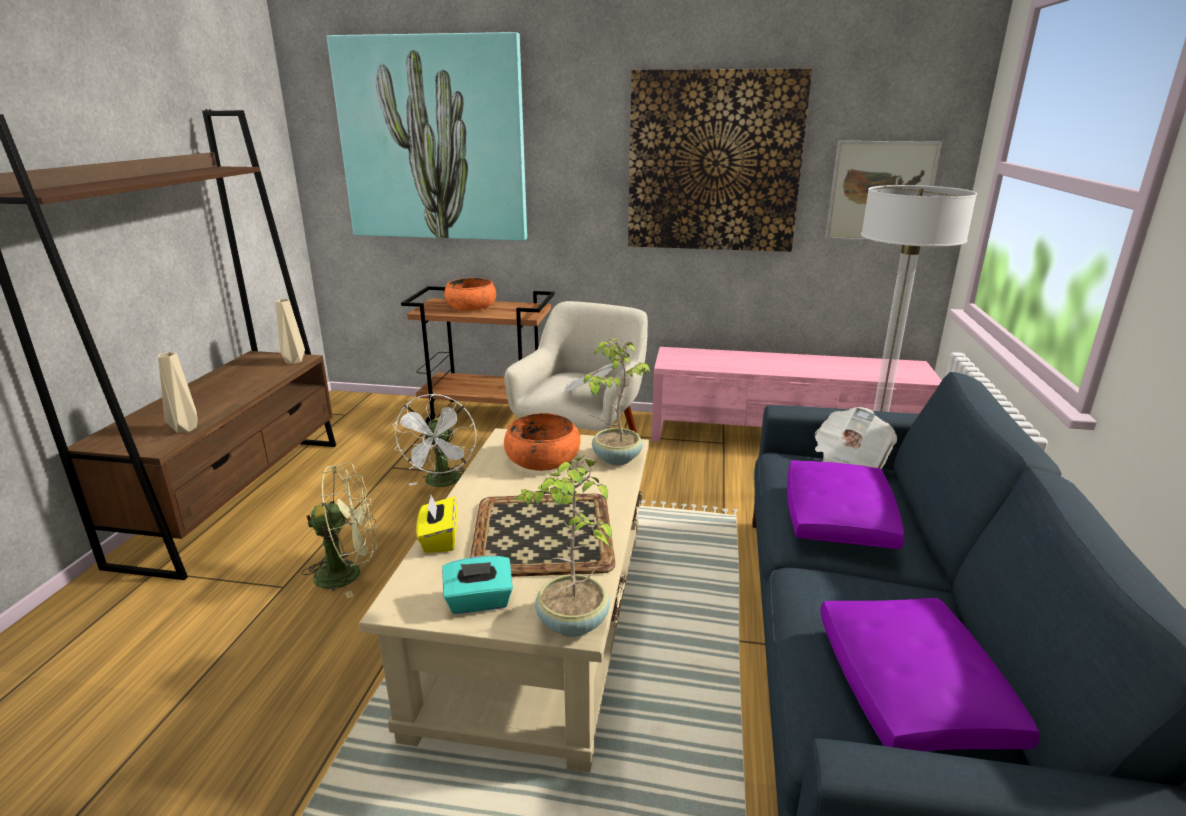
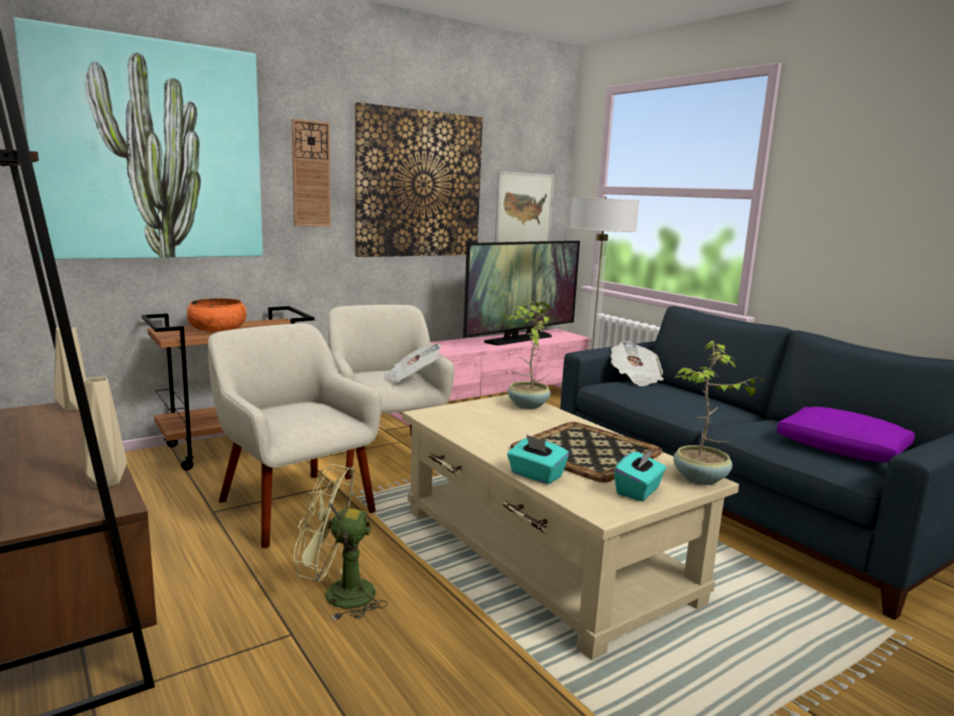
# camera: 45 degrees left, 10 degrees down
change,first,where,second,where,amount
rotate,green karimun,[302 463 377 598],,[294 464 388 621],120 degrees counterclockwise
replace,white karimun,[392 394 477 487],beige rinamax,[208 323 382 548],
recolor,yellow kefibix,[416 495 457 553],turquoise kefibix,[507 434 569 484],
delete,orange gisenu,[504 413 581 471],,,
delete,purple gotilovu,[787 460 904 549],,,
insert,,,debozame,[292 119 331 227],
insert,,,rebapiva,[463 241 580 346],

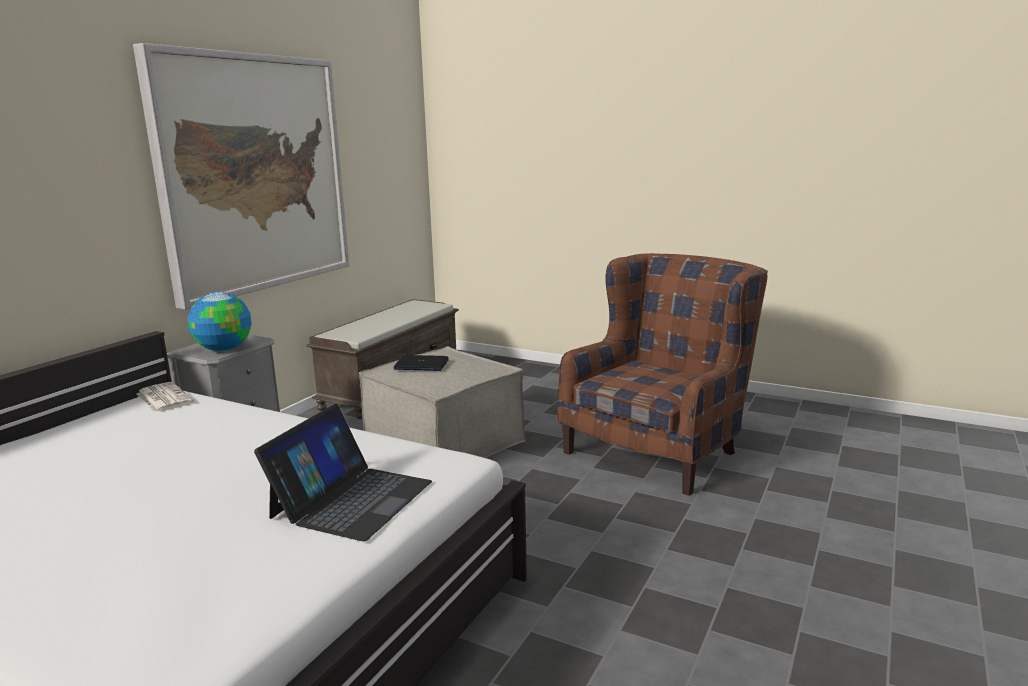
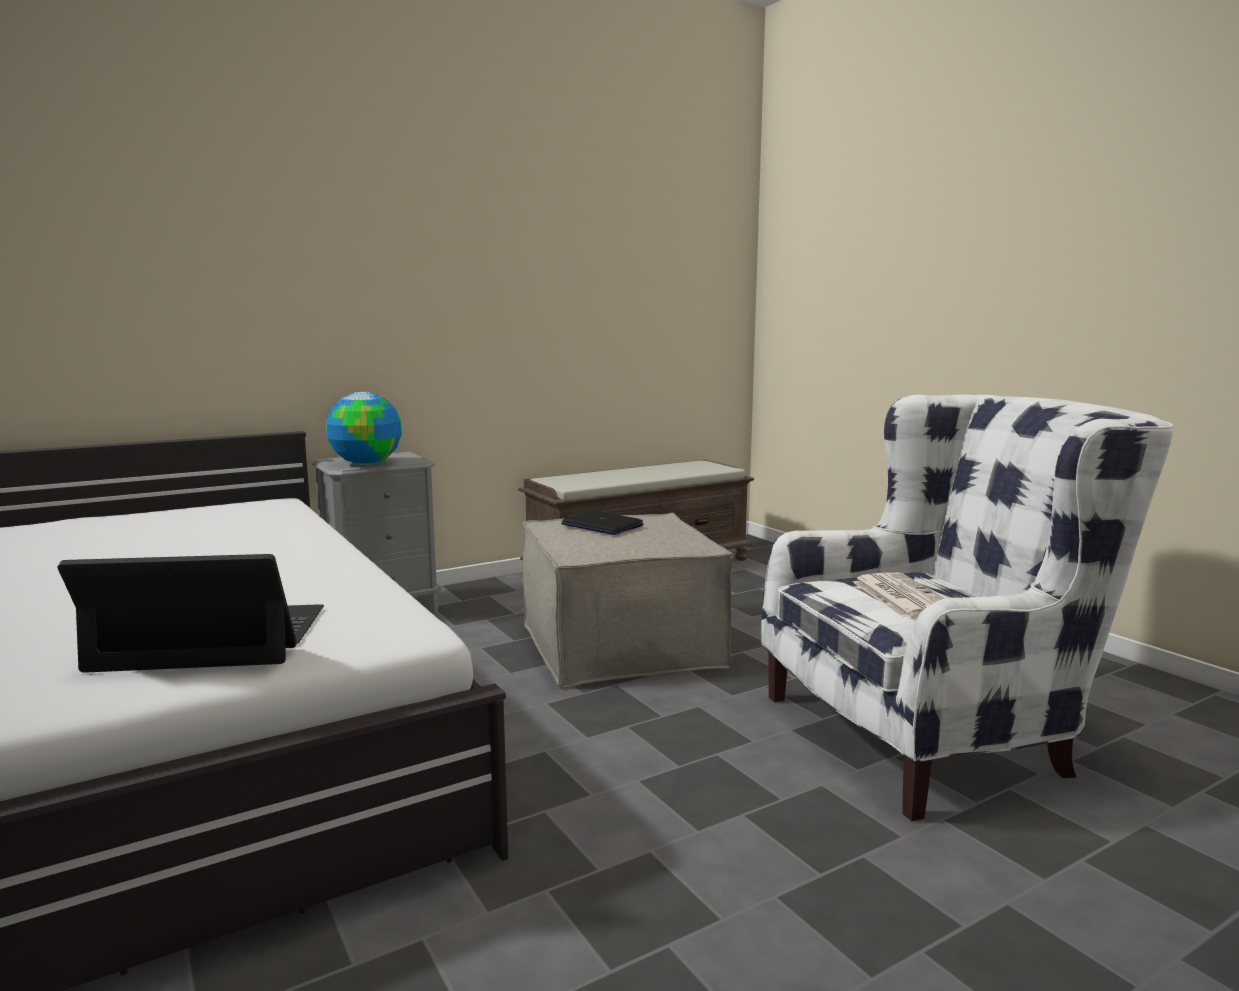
# camera: 30 degrees right, 5 degrees down
change,first,where,second,where,amount
delete,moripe,[133 43 350 310],,,
move,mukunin,[137 382 194 413],,[853 573 945 617],
rotate,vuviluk,[254 404 432 541],,[57 554 324 673],150 degrees counterclockwise
recolor,brown rinamax,[558 253 768 496],white rinamax,[761 395 1174 821],

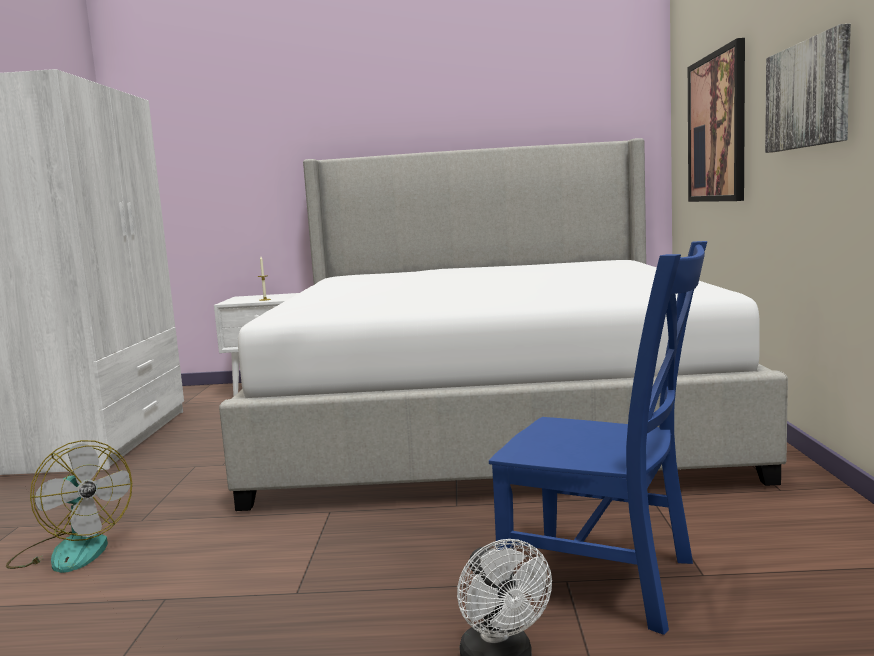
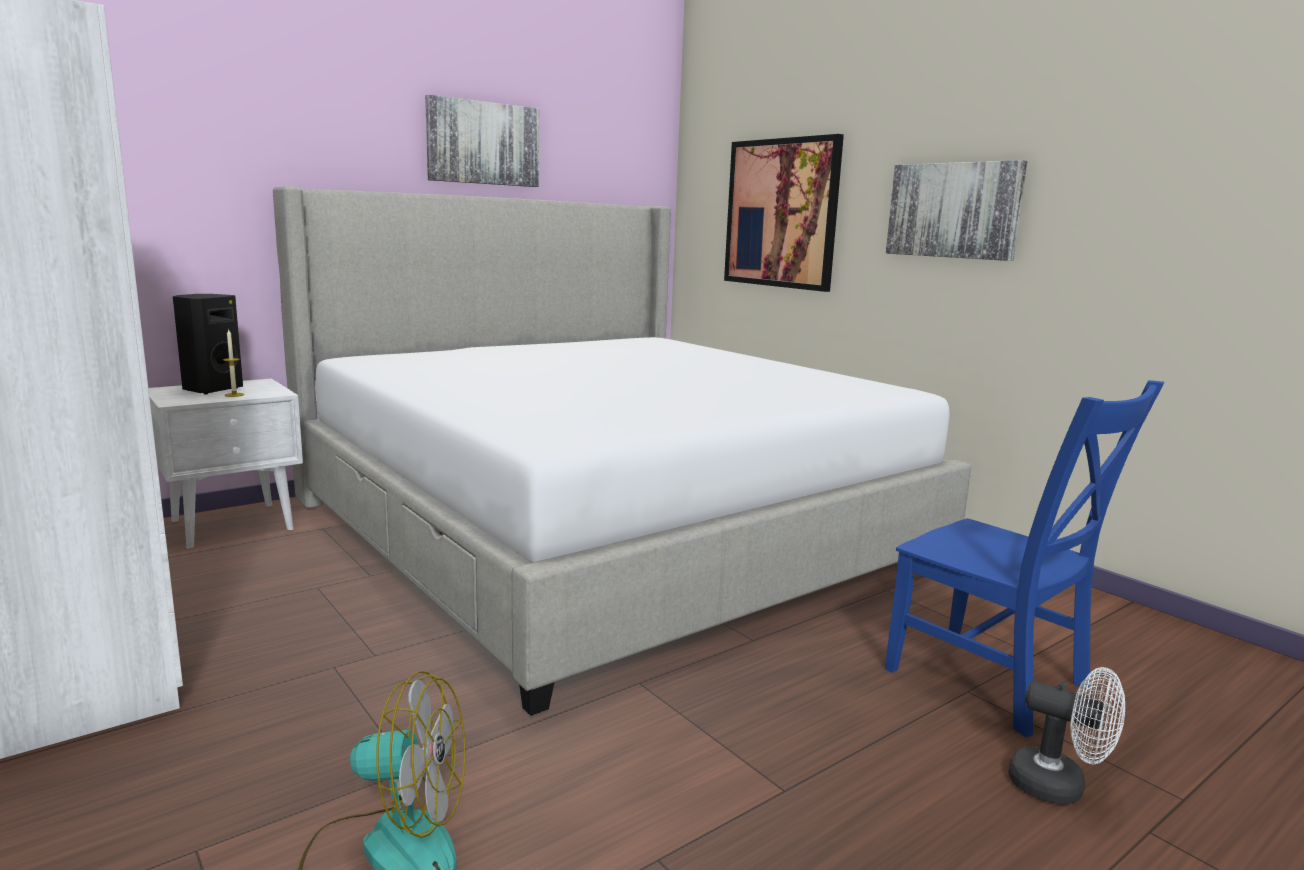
# camera: 40 degrees left, 5 degrees up
change,first,where,second,where,amount
rotate,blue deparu,[489 241 707 635],,[885 380 1165 737],60 degrees clockwise
insert,,,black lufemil,[173 294 243 394],
insert,,,moripe,[425 95 539 187],

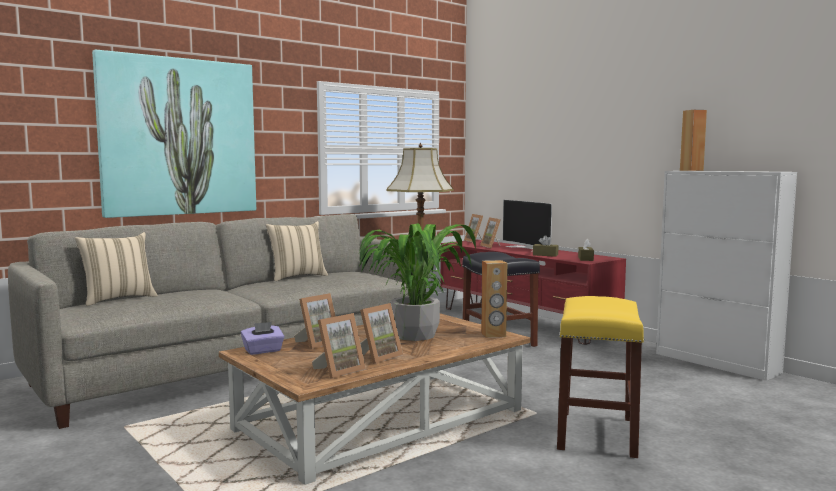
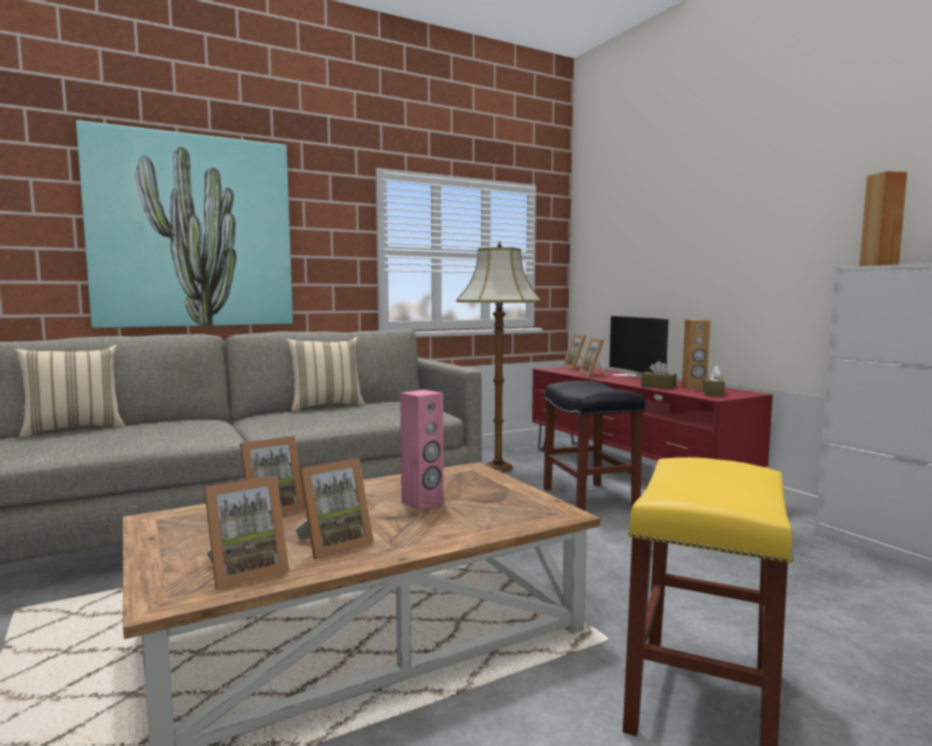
# camera: 10 degrees right, 0 degrees up
change,first,where,second,where,amount
delete,purple kefibix,[241 322 285 355],,,
replace,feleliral,[359 223 476 341],pink lufemil,[400 390 444 510],
move,brown lufemil,[481 260 507 338],,[682 320 711 390],

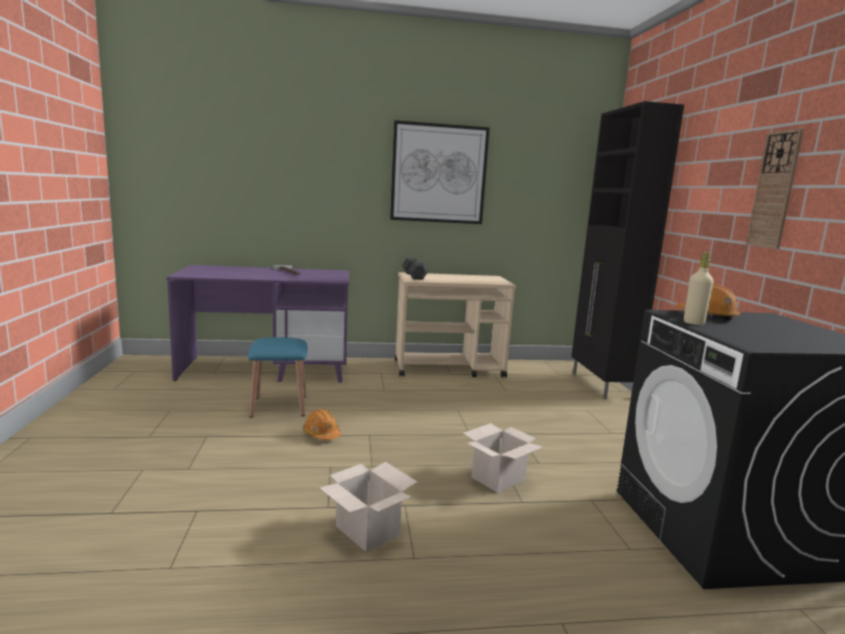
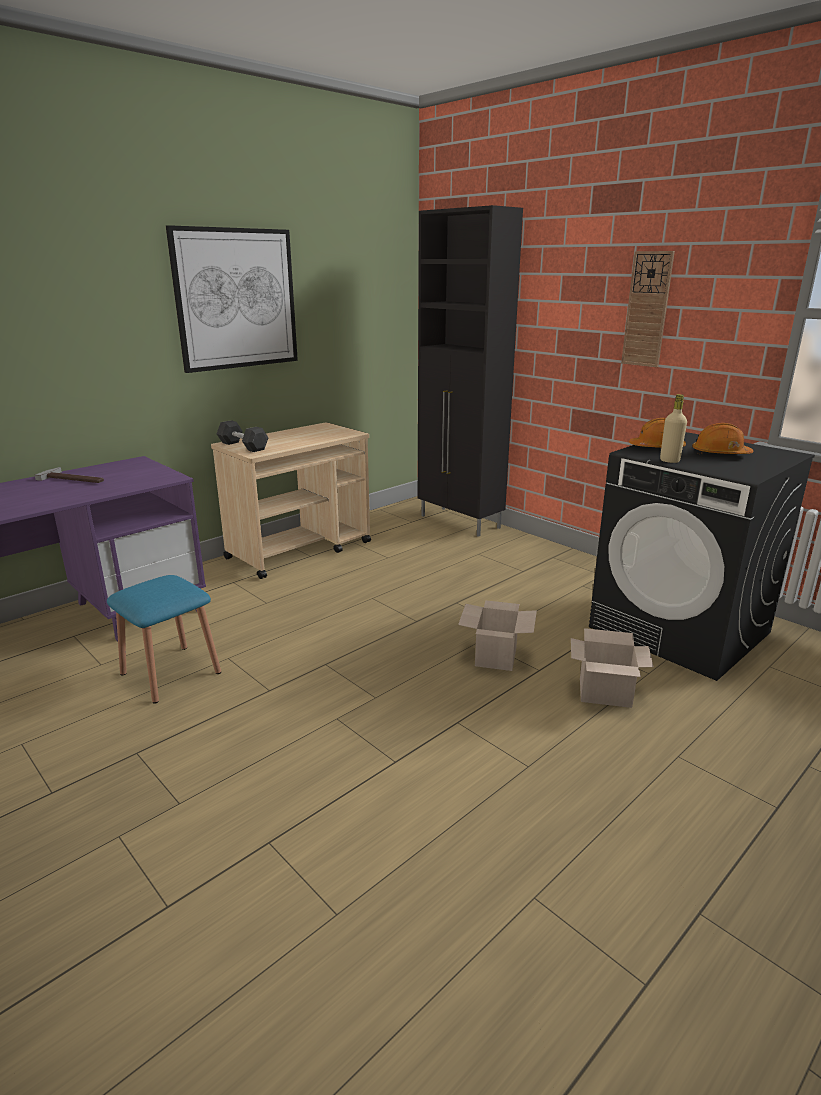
# camera: 35 degrees left, 10 degrees up
change,first,where,second,where,amount
move,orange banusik,[303 409 341 440],,[692 423 753 454],
move,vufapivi,[320 462 417 552],,[571 628 654 708],

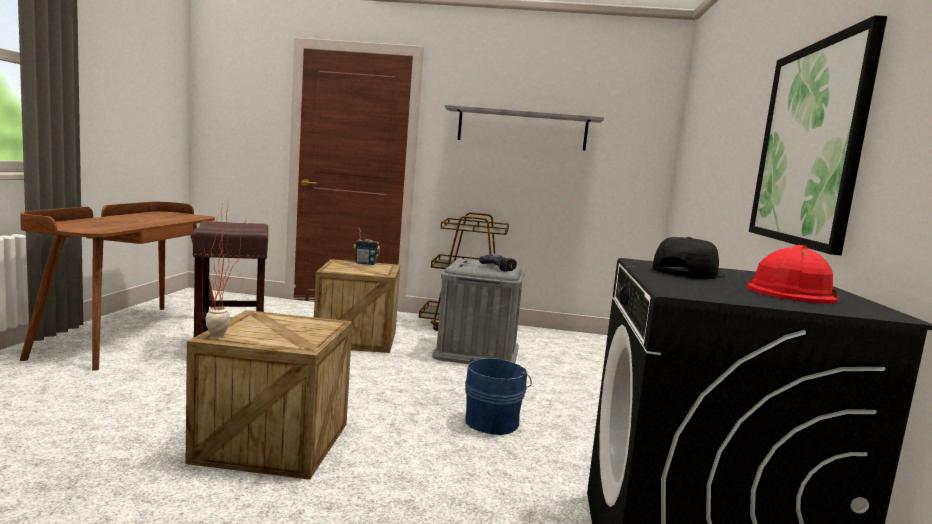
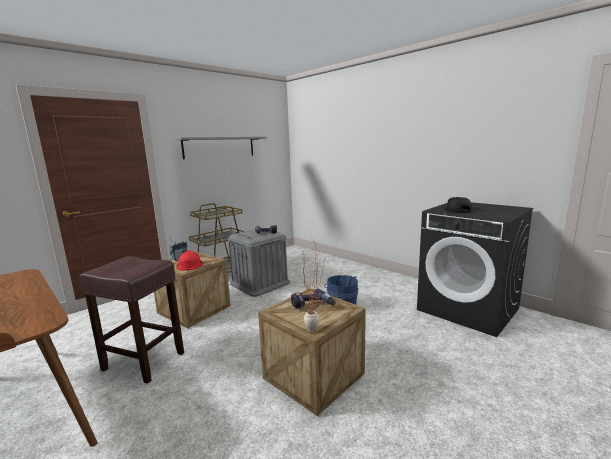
# camera: 50 degrees left, 5 degrees up
change,first,where,second,where,amount
move,red banusik,[746 245 839 304],,[176 250 203 271],
delete,moripe,[749 15 887 255],,,
insert,,,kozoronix,[291 289 336 308],

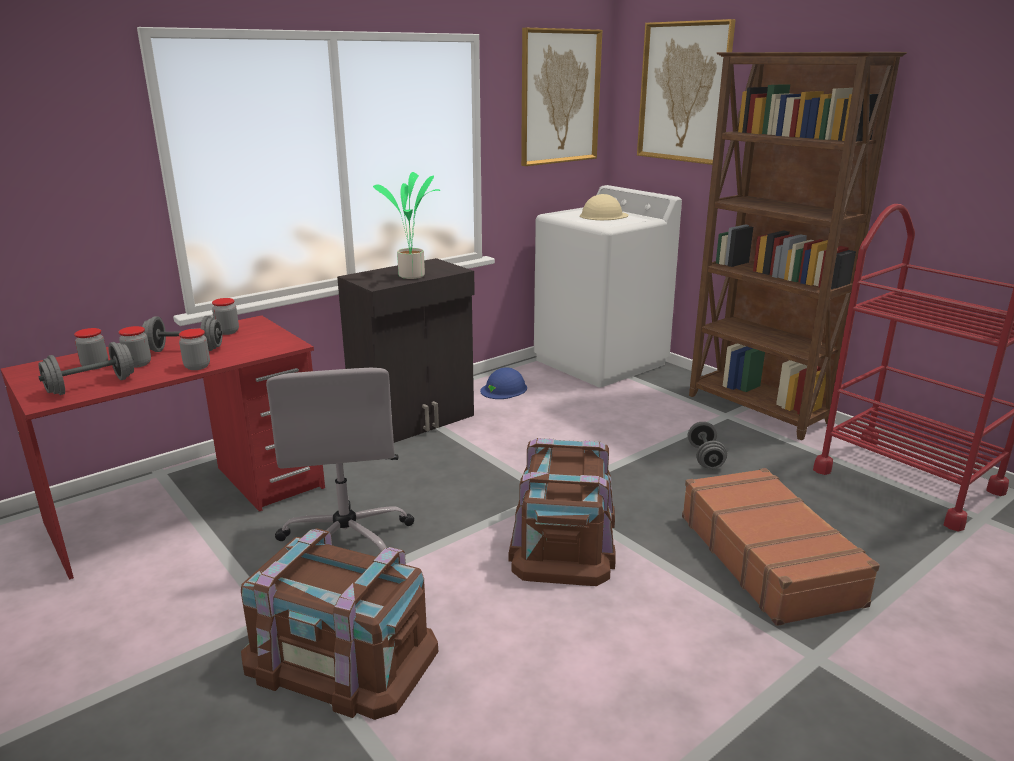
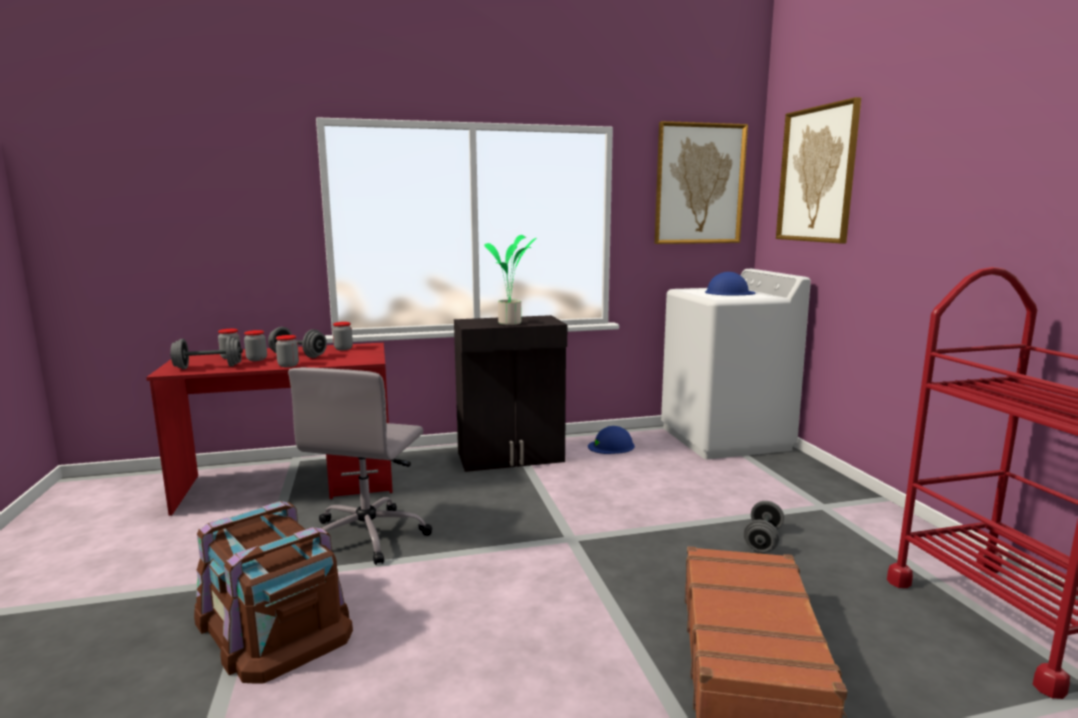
# camera: 25 degrees right, 10 degrees down
change,first,where,second,where,amount
delete,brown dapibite,[509 438 616 586],,,
recolor,beige banusik,[580 194 628 220],blue banusik,[705 272 755 295],
delete,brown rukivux,[689 52 907 440],,,

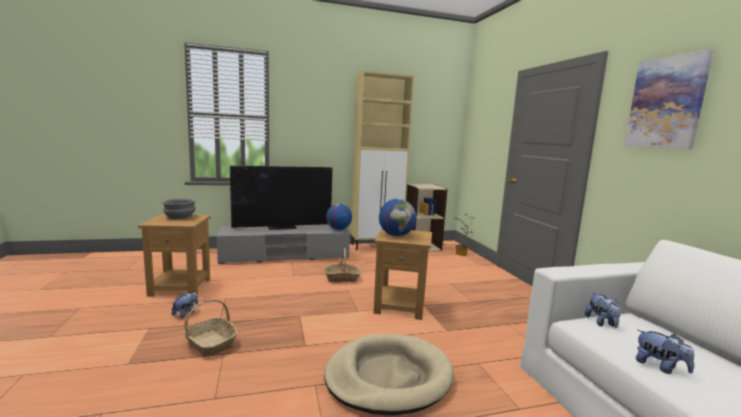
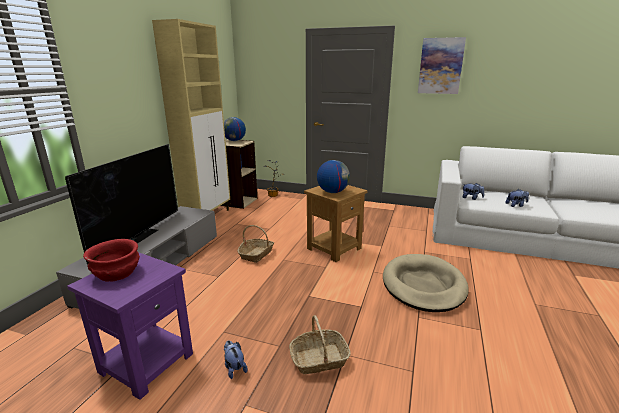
# camera: 55 degrees left, 10 degrees up
change,first,where,second,where,amount
recolor,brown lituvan,[138 214 211 297],purple lituvan,[67 252 193 400],
recolor,grey gisenu,[162 198 196 219],red gisenu,[83 239 140 282],
move,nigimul,[326 204 352 230],,[224 117 246 141],

